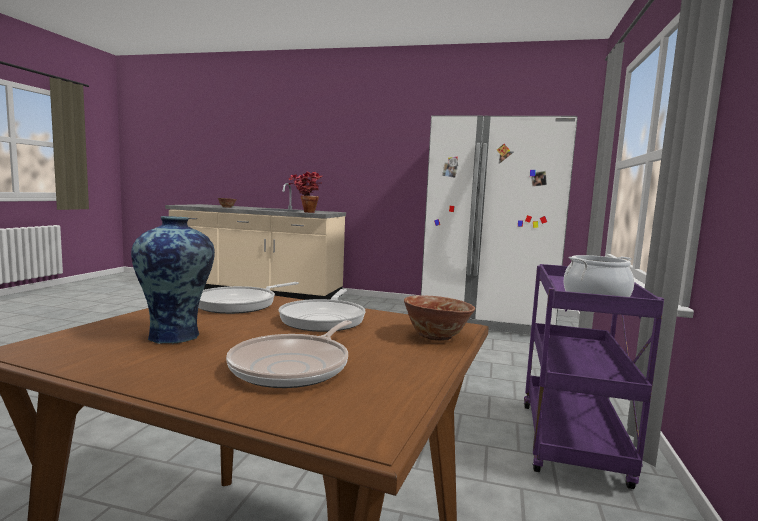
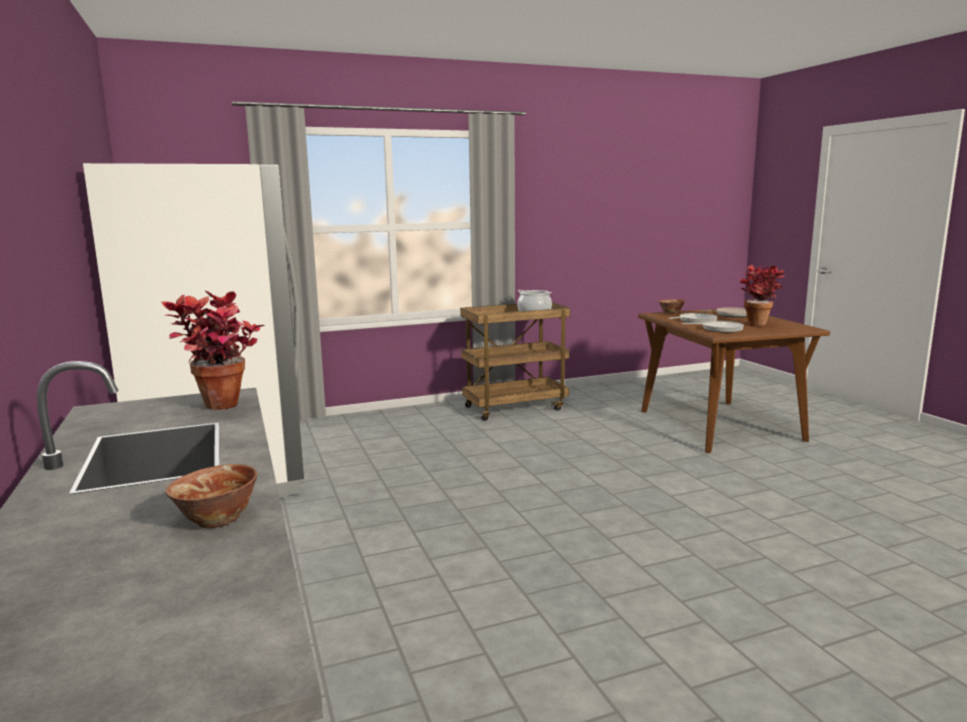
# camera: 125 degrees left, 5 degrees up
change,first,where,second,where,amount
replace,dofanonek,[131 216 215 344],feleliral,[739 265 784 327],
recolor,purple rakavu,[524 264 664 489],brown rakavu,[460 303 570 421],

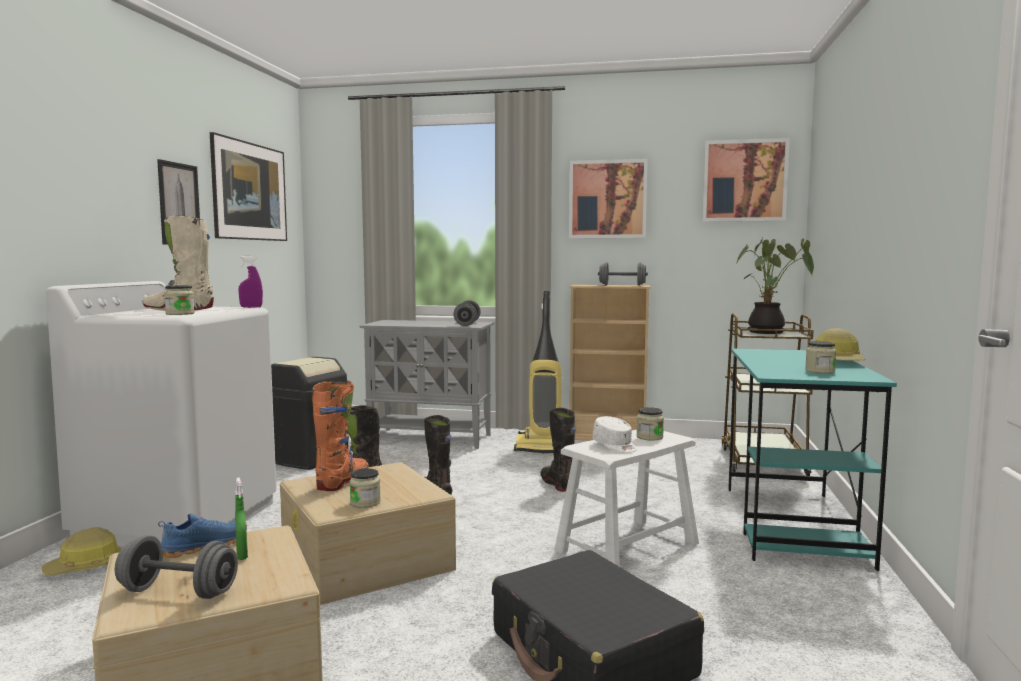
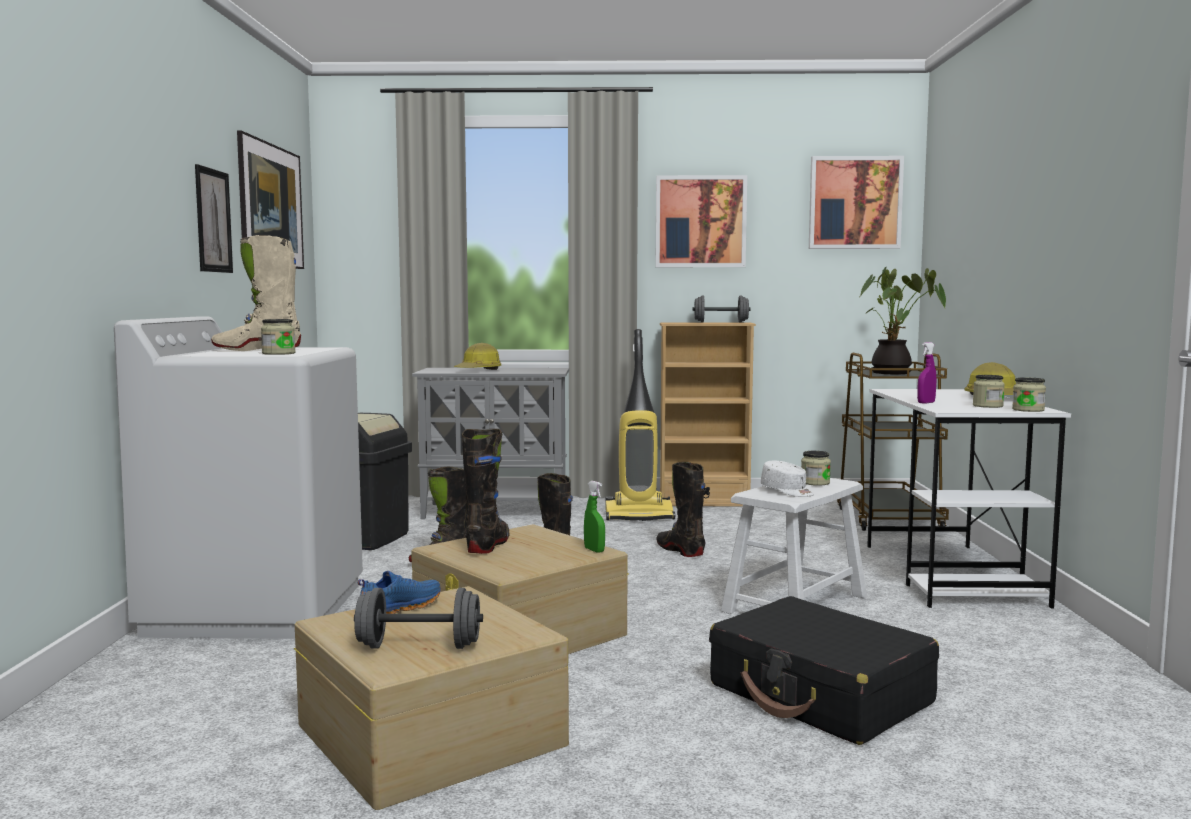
# camera: 10 degrees left, 0 degrees up
change,first,where,second,where,amount
move,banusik,[41 527 121 575],,[454 343 501 370],
move,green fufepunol,[235 477 248 560],,[584 481 605 553],
move,purple fufepunol,[238 256 263 308],,[917 342 937 403],
recolor,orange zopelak,[312 382 368 491],black zopelak,[462 429 510 554],
move,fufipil,[350 468 381 508],,[1012 378 1046 412],
delete,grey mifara,[454 300 481 326],,,
recolor,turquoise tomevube,[728 348 897 571],white tomevube,[867 389 1071 609],

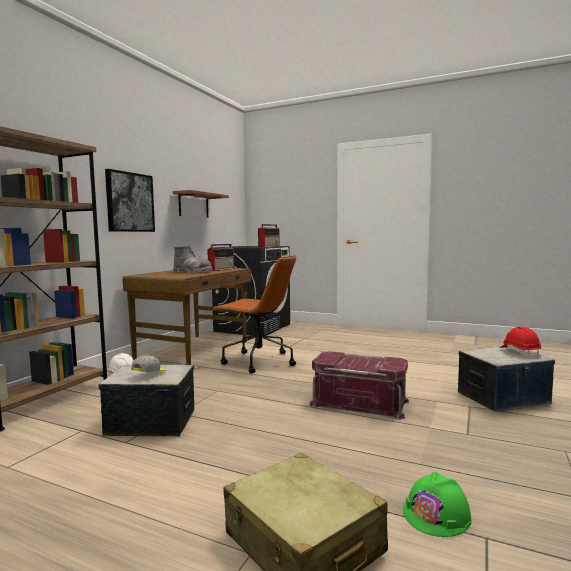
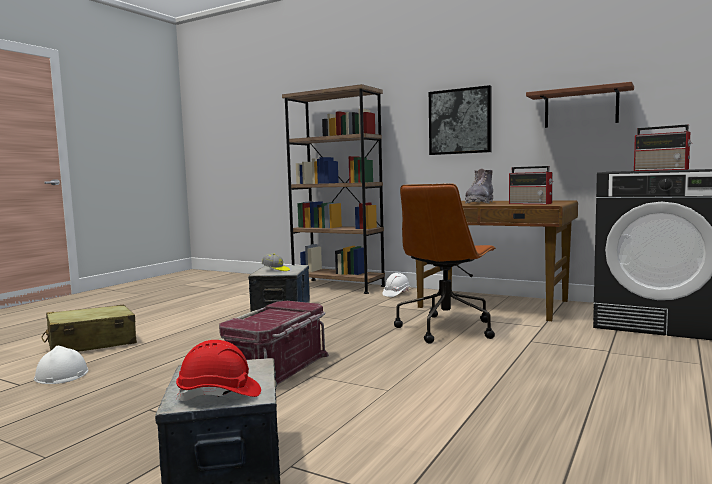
# camera: 95 degrees right, 0 degrees up
change,first,where,second,where,amount
recolor,green banusik,[403 472 472 537],white banusik,[34 346 88 384],

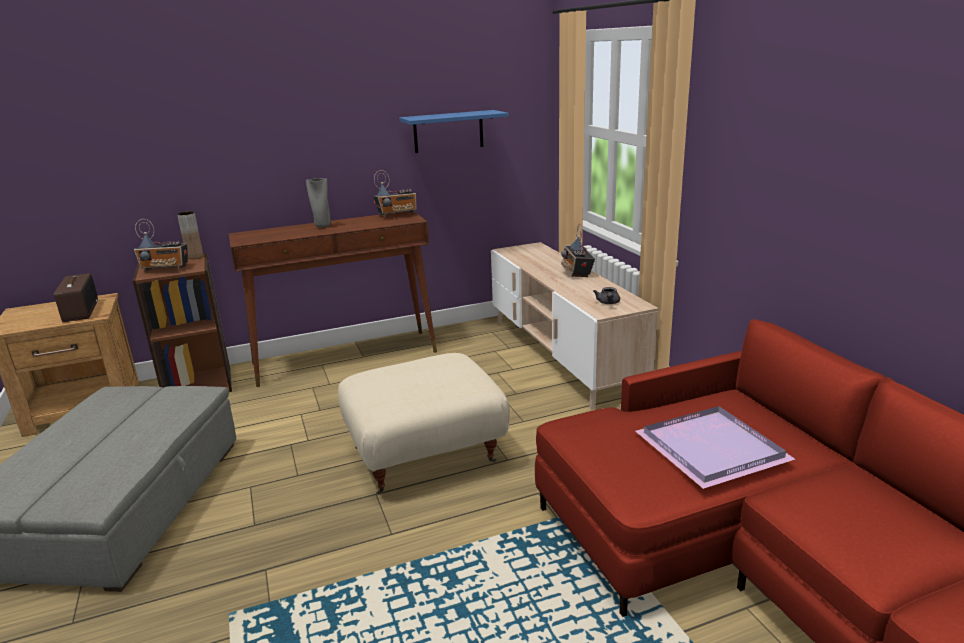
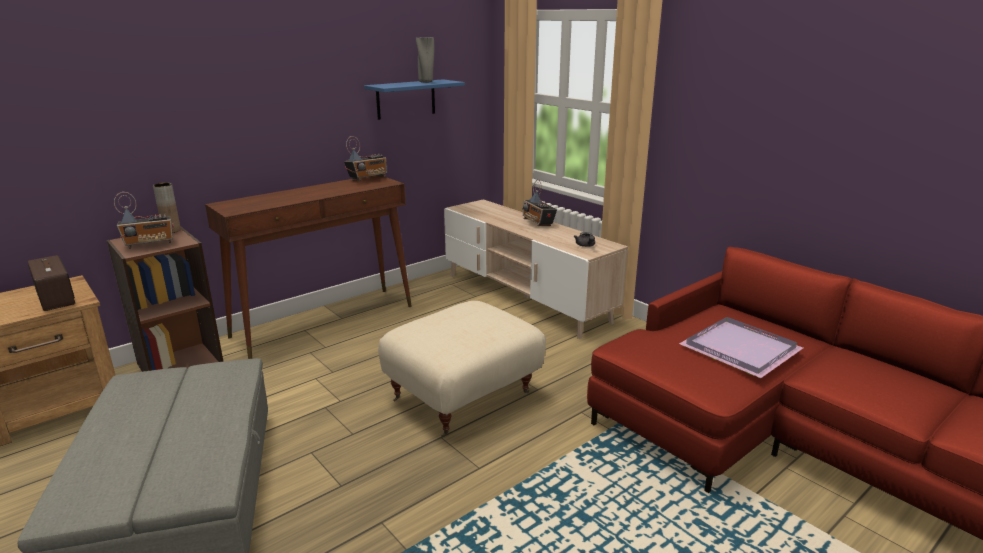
# camera: 20 degrees left, 0 degrees up
change,first,where,second,where,amount
move,grey dofanonek,[306 178 331 228],,[416 37 434 83],

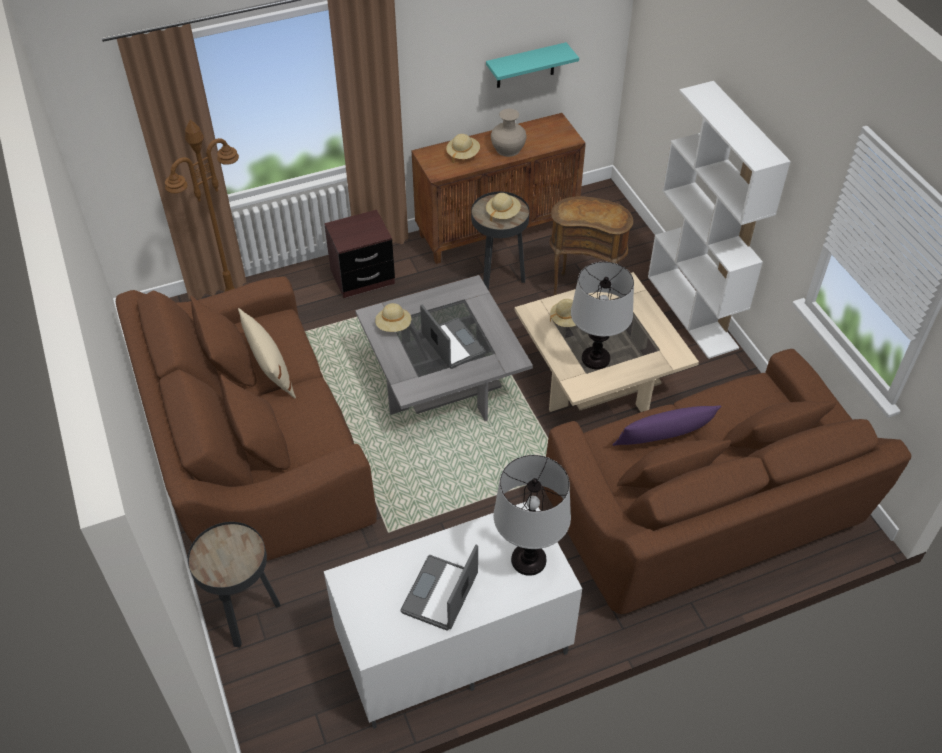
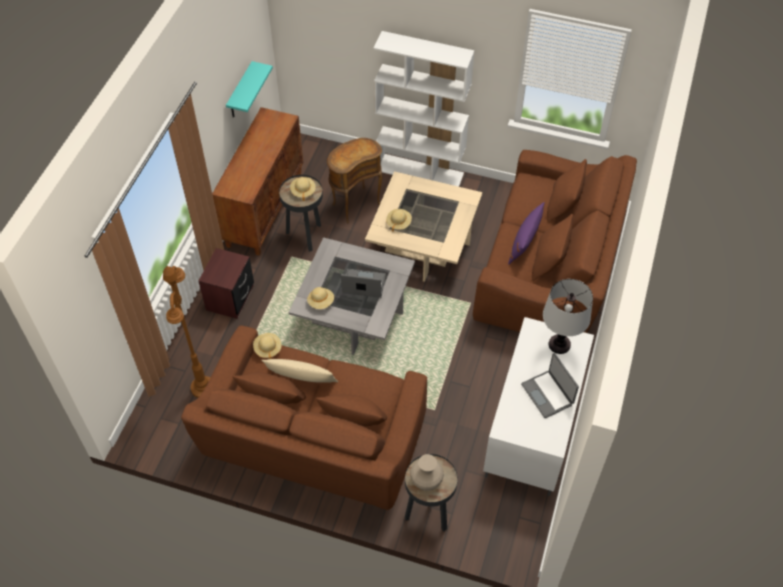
# camera: 50 degrees left, 5 degrees up
change,first,where,second,where,amount
move,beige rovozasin,[446 134 480 163],,[253 333 281 359],
move,beige dofanonek,[491 109 527 157],,[410 454 444 491],
delete,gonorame,[571 262 634 369],,,

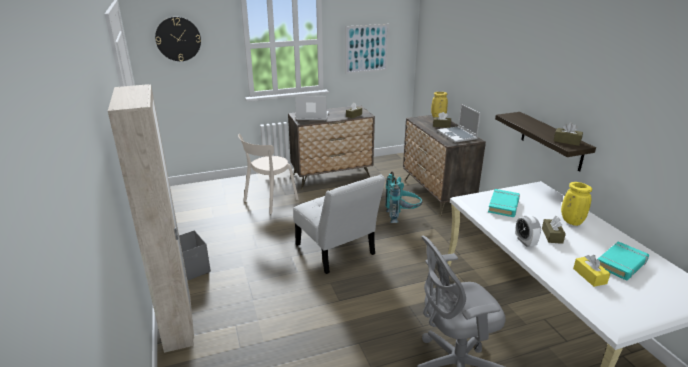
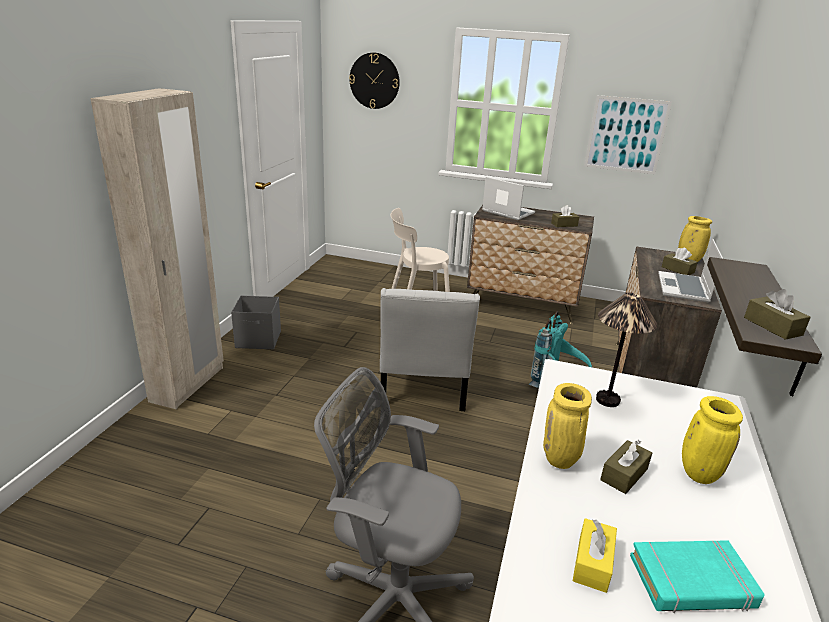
# camera: 35 degrees right, 0 degrees up
change,first,where,second,where,amount
replace,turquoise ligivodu,[488 189 520 217],gonorame,[596 293 657 407],
replace,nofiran,[515 215 541 247],yellow dofanonek,[543 383 592 469],

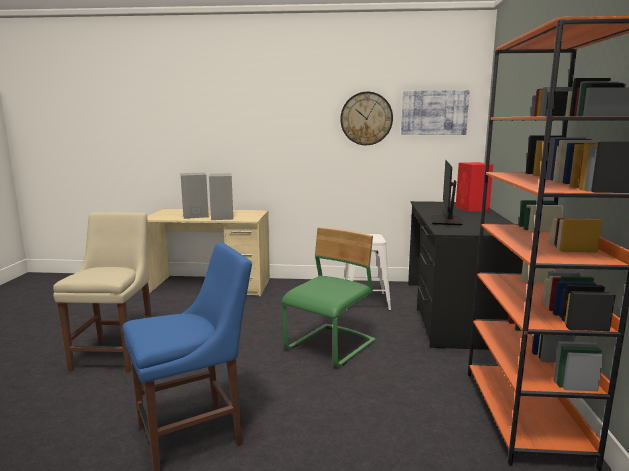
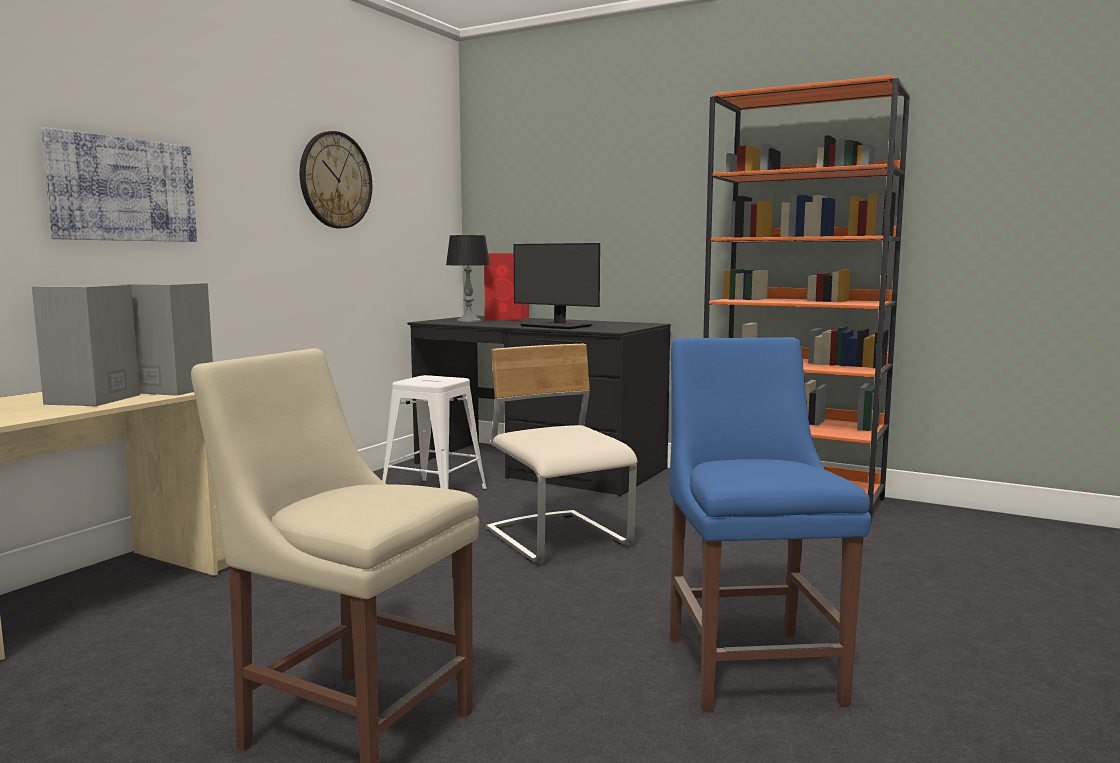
# camera: 65 degrees left, 5 degrees down
change,first,where,second,where,amount
recolor,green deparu,[282 227 376 366],beige deparu,[486 344 638 562],
move,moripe,[401 90 470 135],,[41 127 197 242],
insert,,,gonorame,[446 235 490 323],

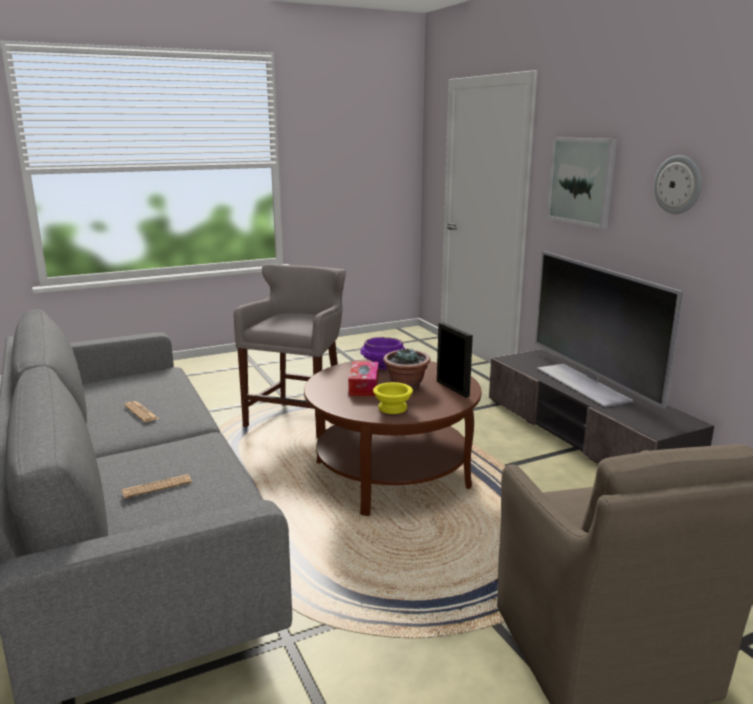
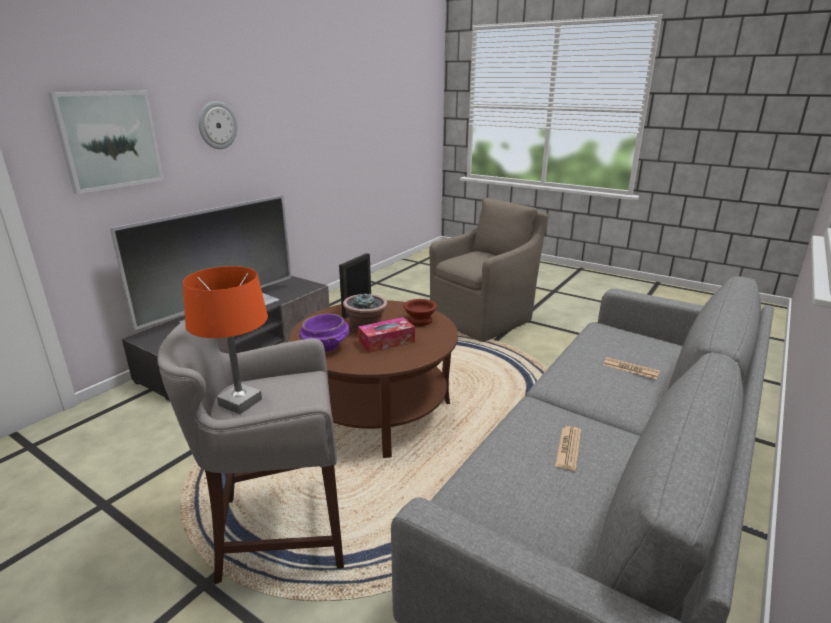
# camera: 120 degrees left, 5 degrees up
change,first,where,second,where,amount
recolor,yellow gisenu,[373 382 413 414],brown gisenu,[404 299 437 326],
insert,,,orange gonorame,[183 266 268 414],

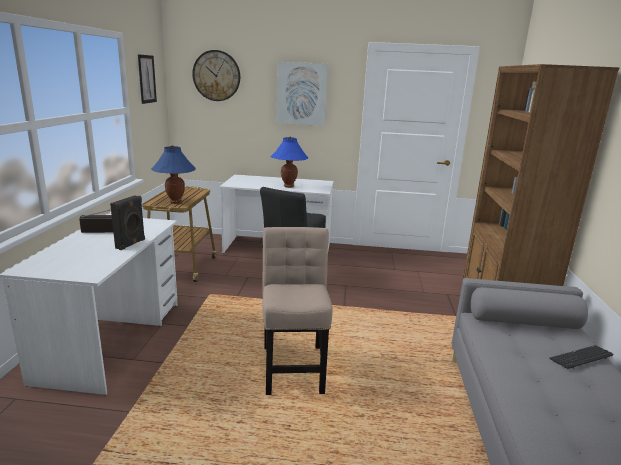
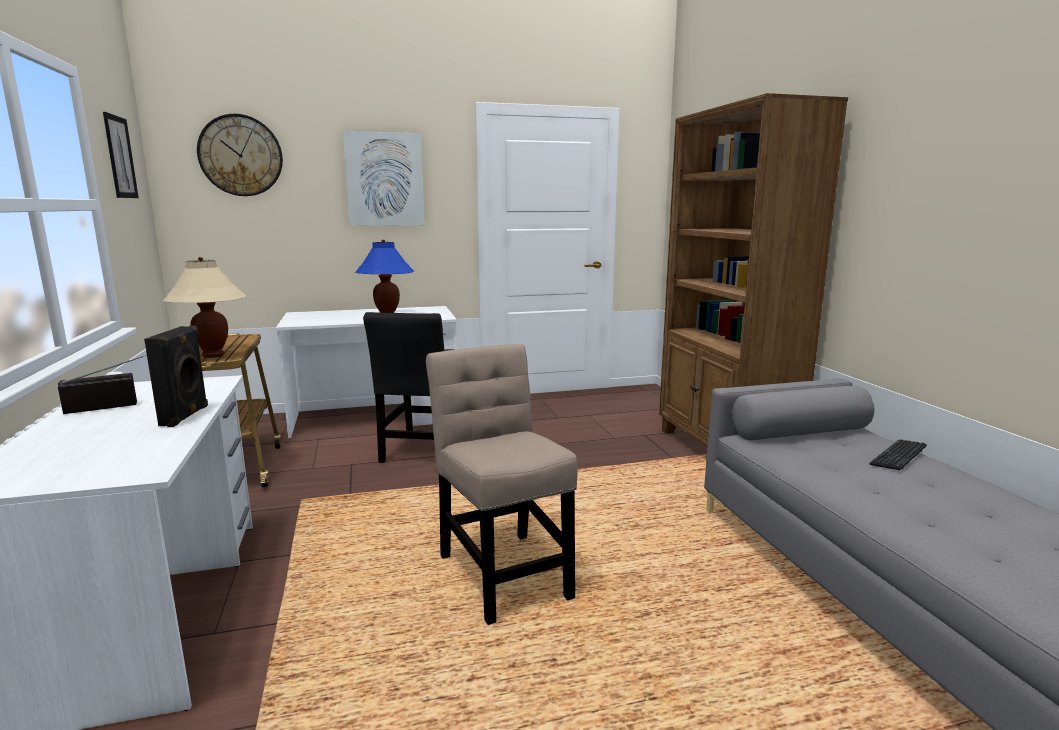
# camera: 20 degrees left, 5 degrees down
change,first,where,second,where,amount
recolor,blue gonorame,[151 145 196 204],beige gonorame,[163 257 246 358],

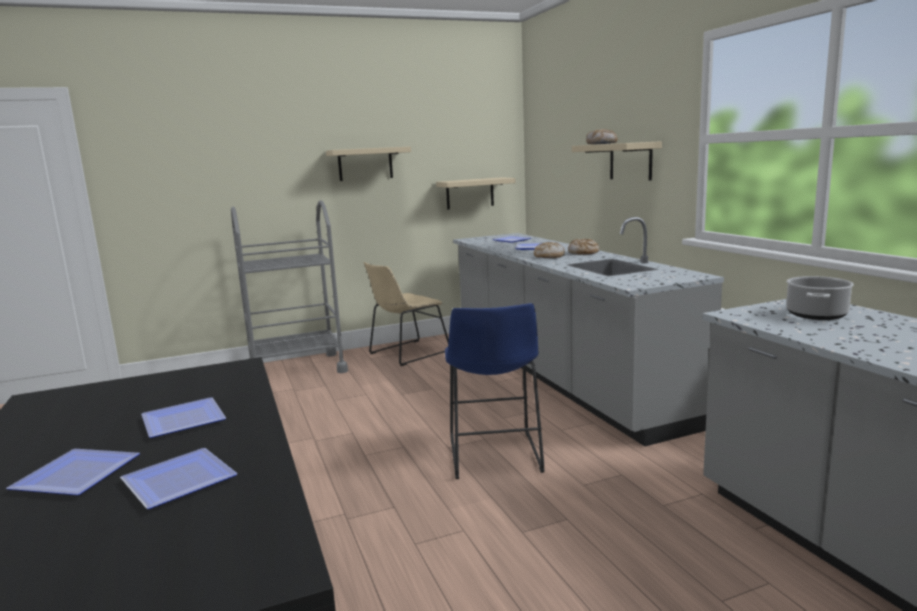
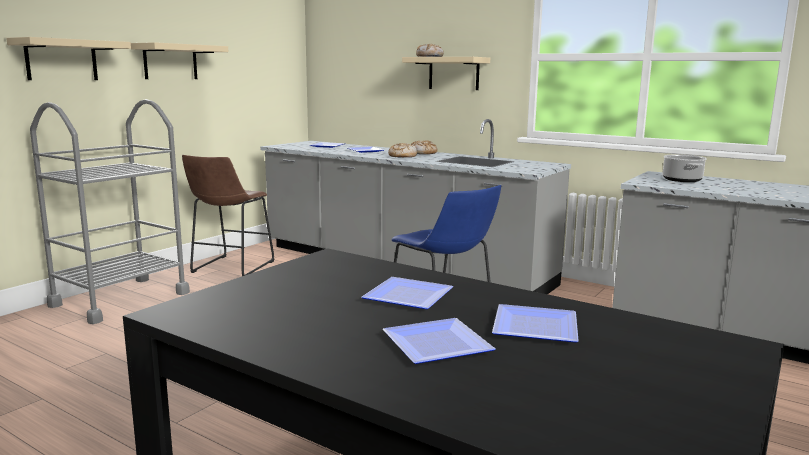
# camera: 35 degrees left, 0 degrees up
change,first,where,second,where,amount
replace,beige deparu,[363 262 449 366],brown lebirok,[182 155 274 276],
move,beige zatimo,[436 177 515 209],,[6 37 131 80],

